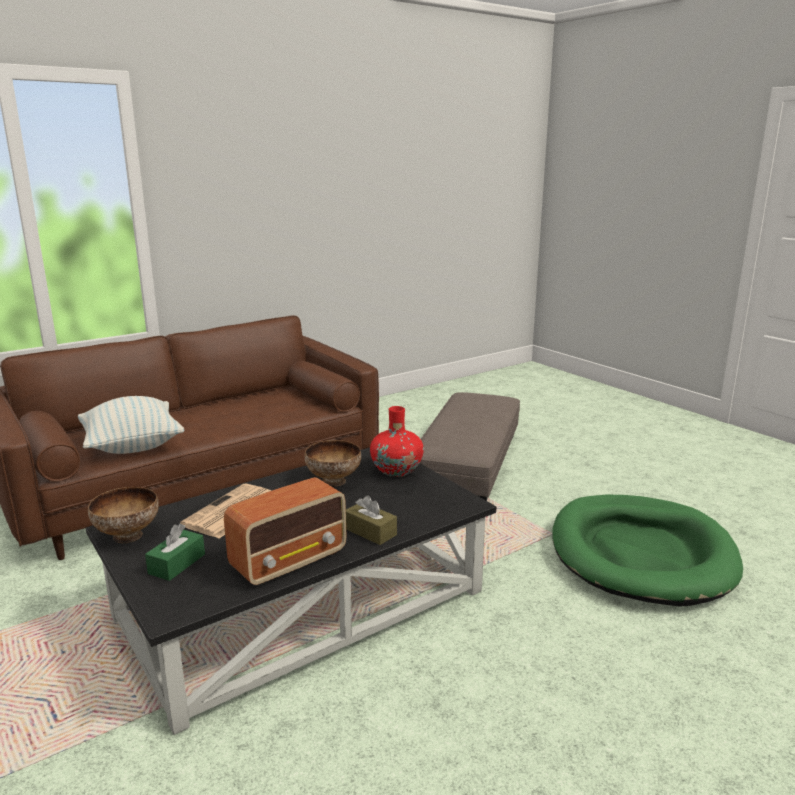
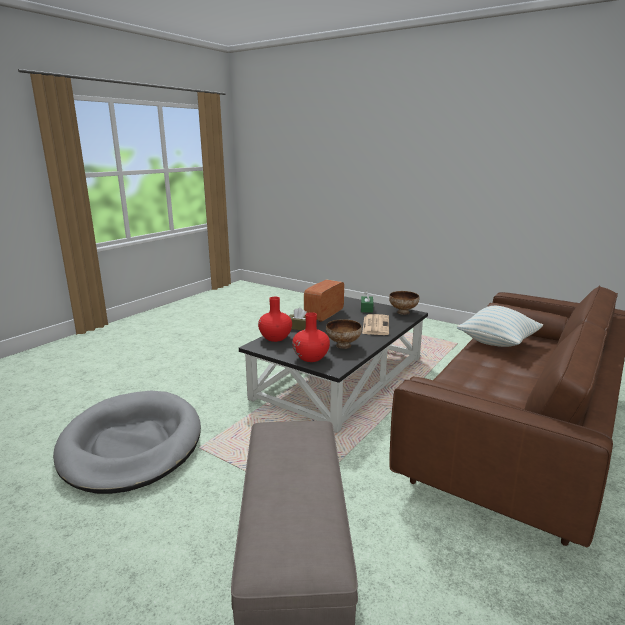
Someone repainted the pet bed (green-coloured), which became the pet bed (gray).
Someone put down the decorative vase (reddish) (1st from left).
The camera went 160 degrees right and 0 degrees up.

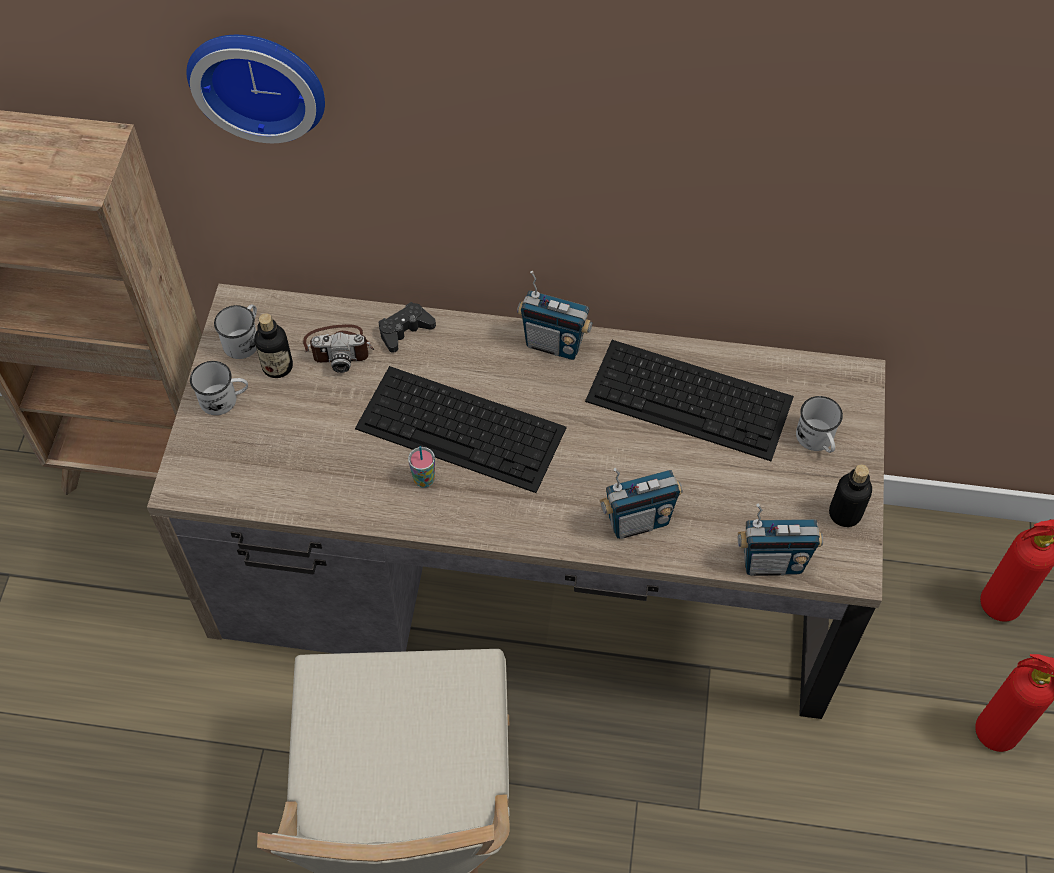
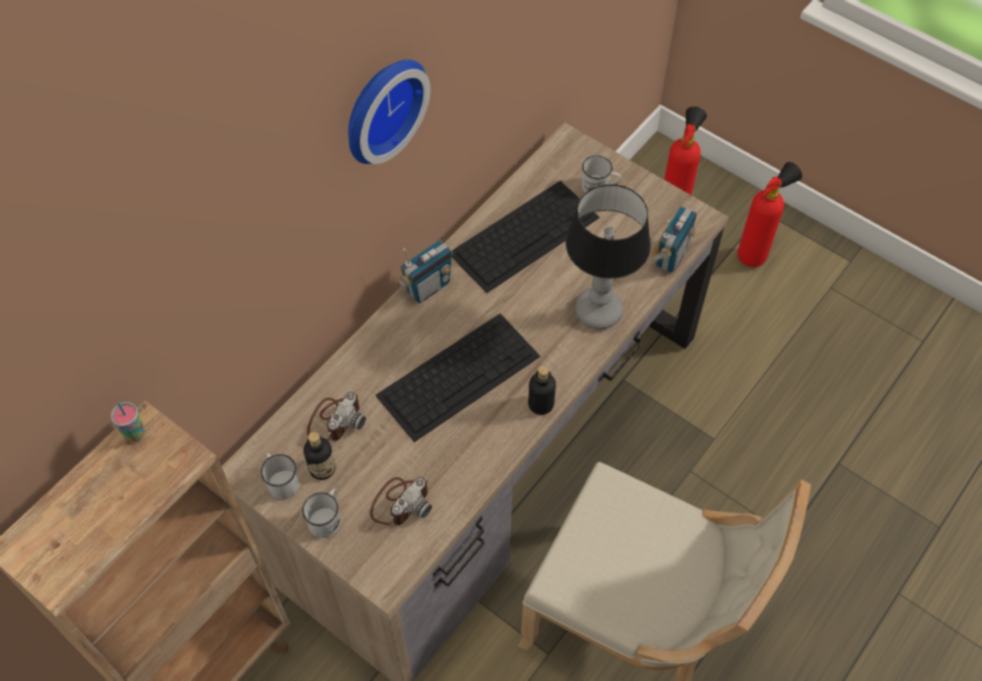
Someone carried the wall clock.
Someone took away the game controller (blackish).
Someone carried the cup.
Someone carried the bottle (2nd from left).
Someone swapped the radio receiver (2nd from left) for the tabletop lamp.
Someone put down the photo camera (2nd from left).
The camera went 60 degrees left and 0 degrees up.

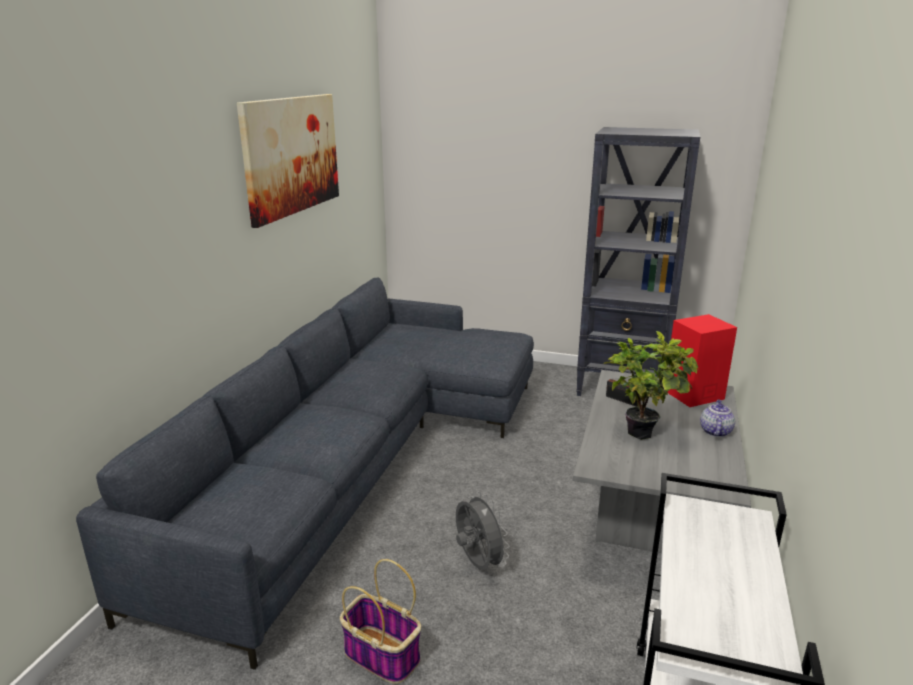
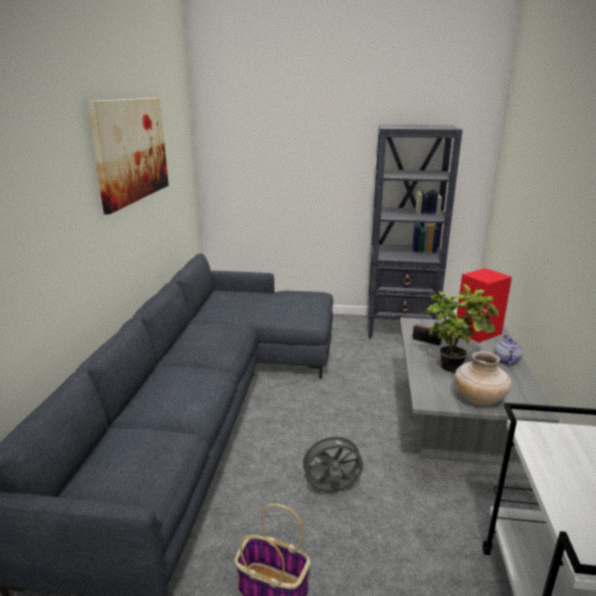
Someone rotated the fan (gray) by 60 degrees counterclockwise.
Someone put down the decorative vase (beige-coloured).
The camera went 10 degrees left and 0 degrees up.

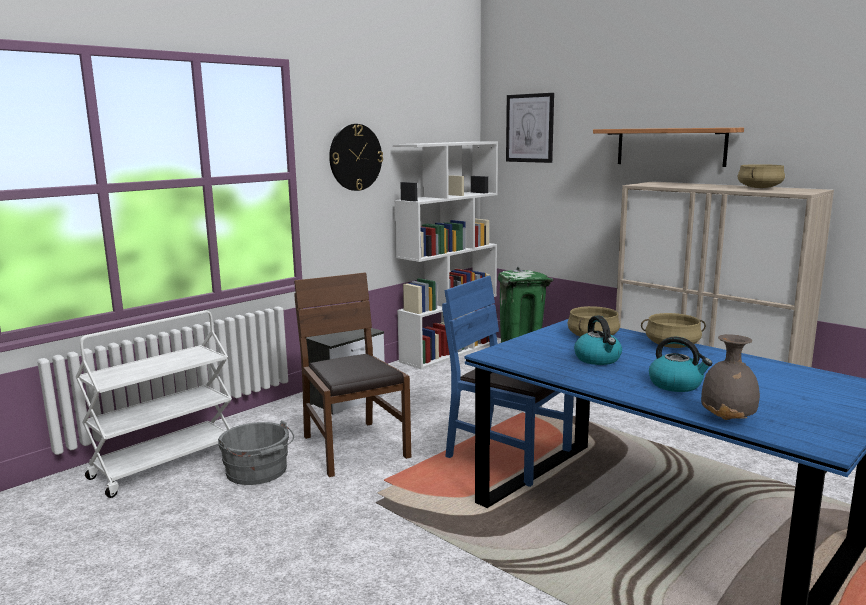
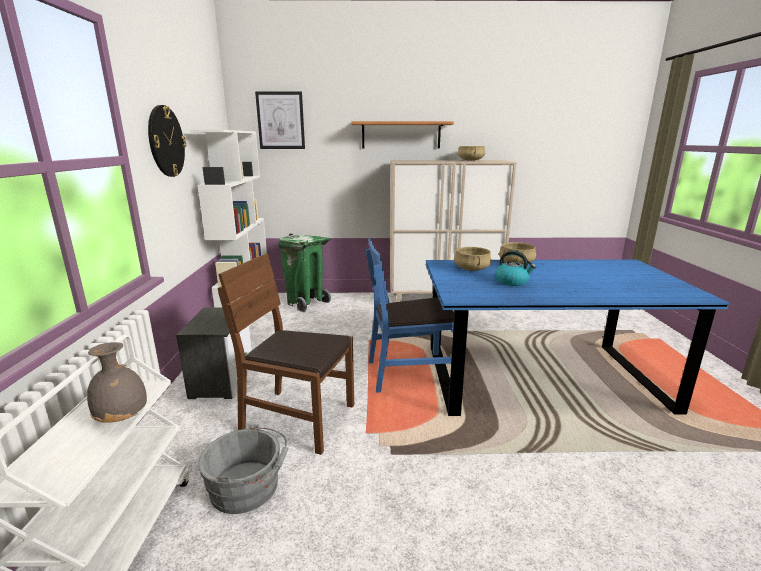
Someone carried the decorative vase (gray).
Someone took away the tea kettle (2nd from left).
The camera went 45 degrees left and 5 degrees up.

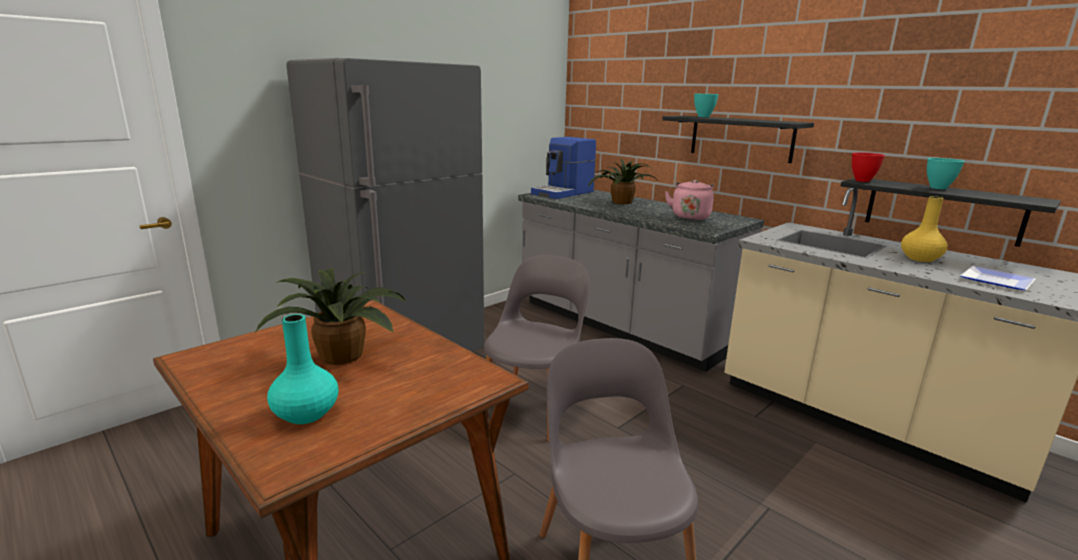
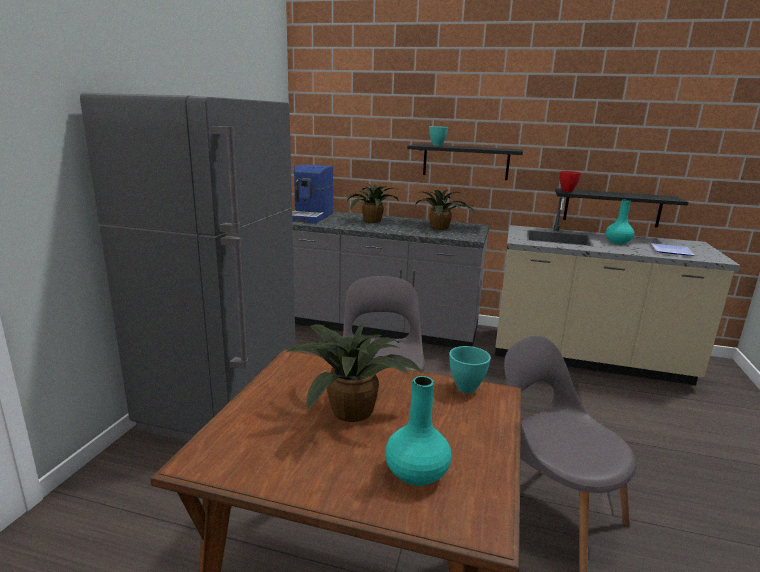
Someone carried the serving bowl (turquoise-coloured) (2nd from left).
Someone swapped the tea kettle (pink) for the plant in a pot (3rd from left).
Someone repainted the decorative vase (yellow-coloured), which became the decorative vase (turquoise-coloured) (2nd from left).
The camera went 30 degrees left and 0 degrees up.

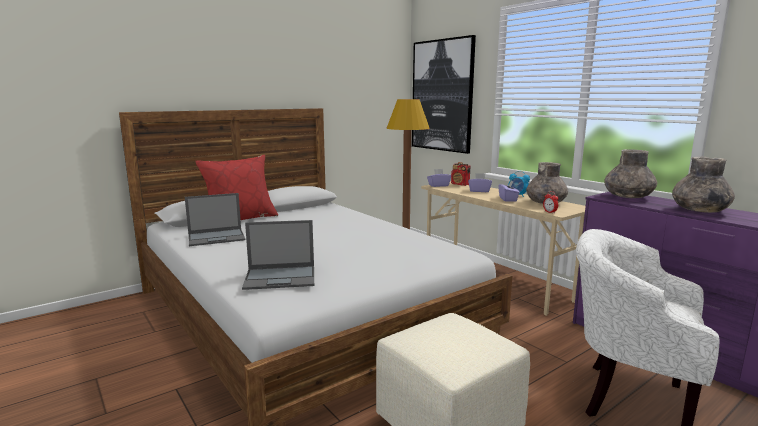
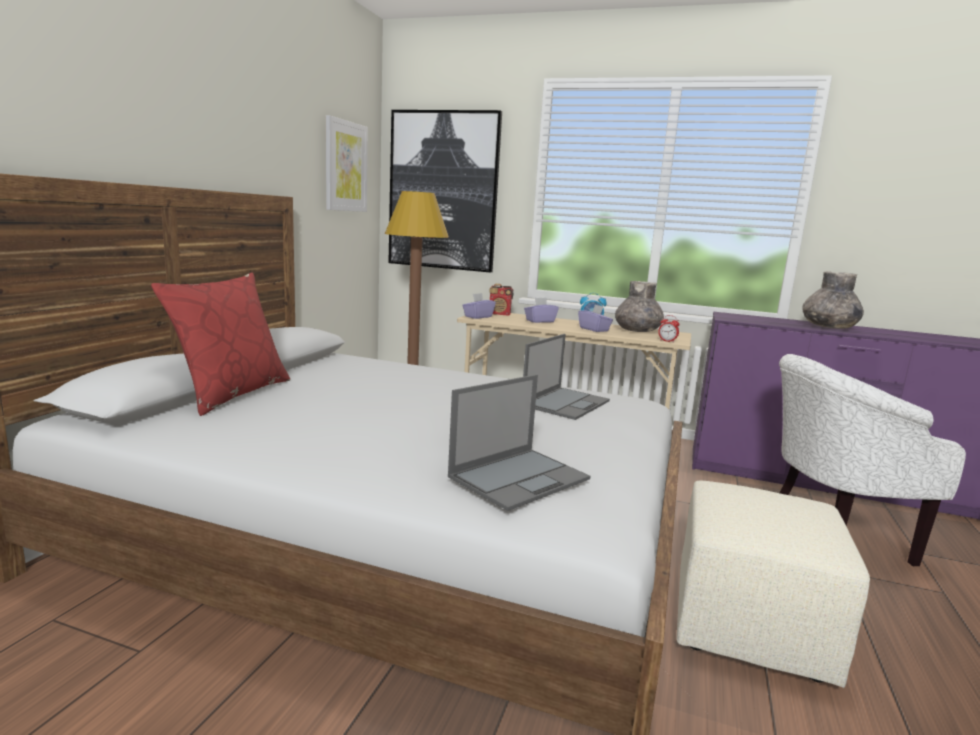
Someone took away the decorative vase (gray) (2nd from left).
Someone carried the laptop (1st from left in the first image).
Someone put up the wall picture (1st from left).
The camera went 35 degrees left and 0 degrees up.

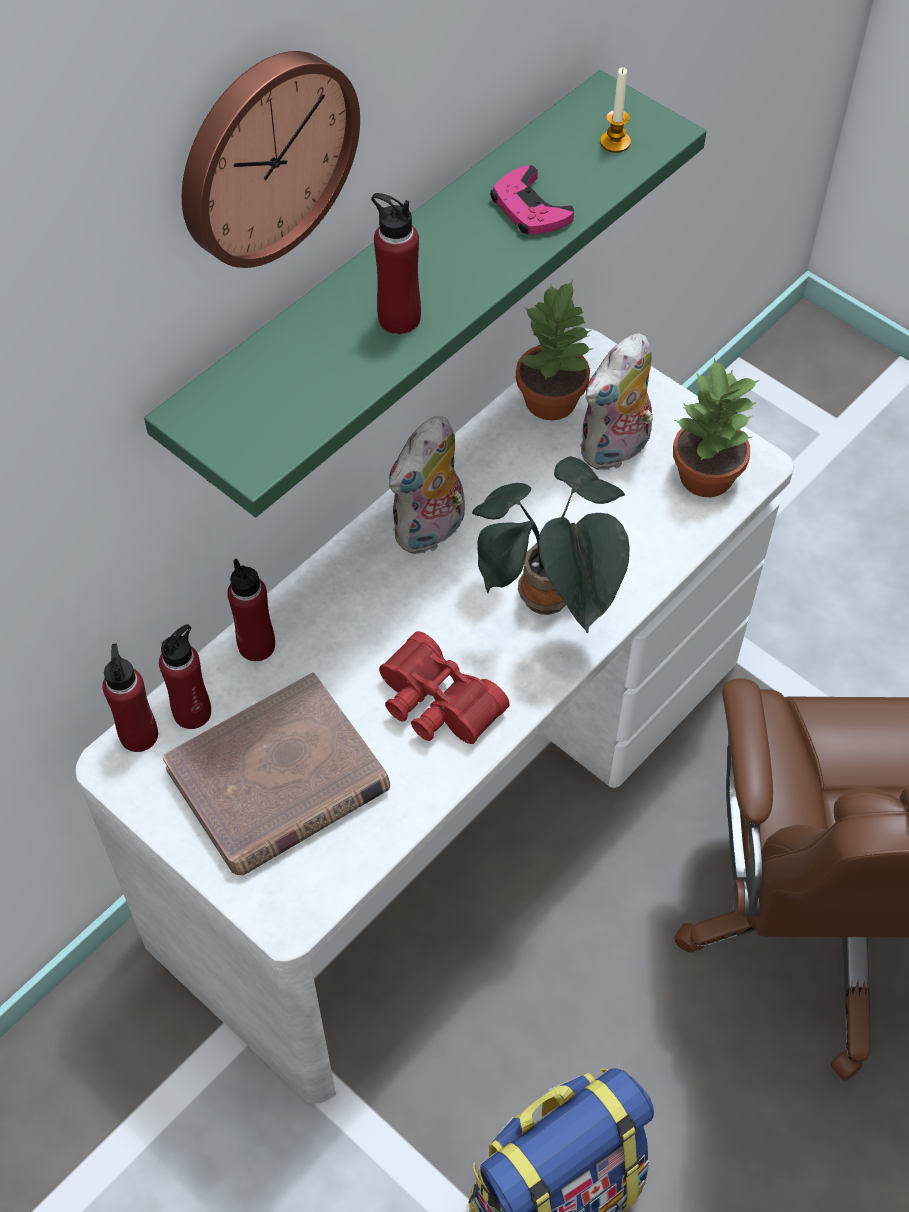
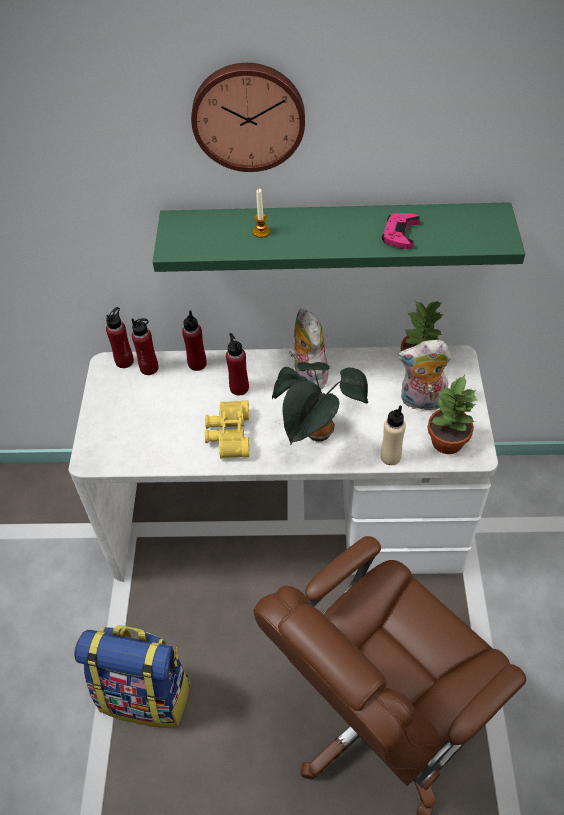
Someone carried the wax light.
Someone carried the bottle (reddish) (4th from left).
Someone rotated the soft toy (1st from left) by 75 degrees clockwise.
Someone repainted the pair of binoculars (reddish), which became the pair of binoculars (yellow-coloured).
Someone took away the volume (brown-coloured).
Someone put down the bottle (beige-coloured).
The camera went 50 degrees right and 5 degrees down.

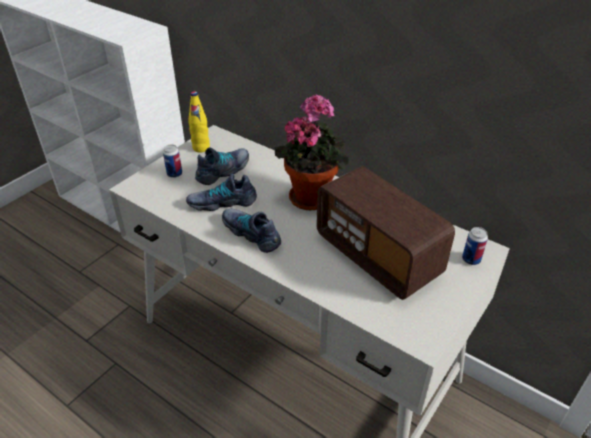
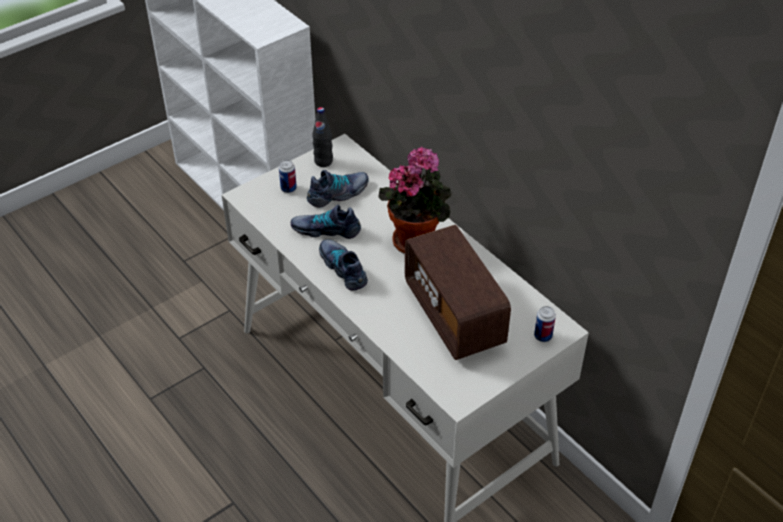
Someone repainted the bottle (yellow-coloured), which became the bottle (blackish).
The camera went 15 degrees right and 5 degrees up.

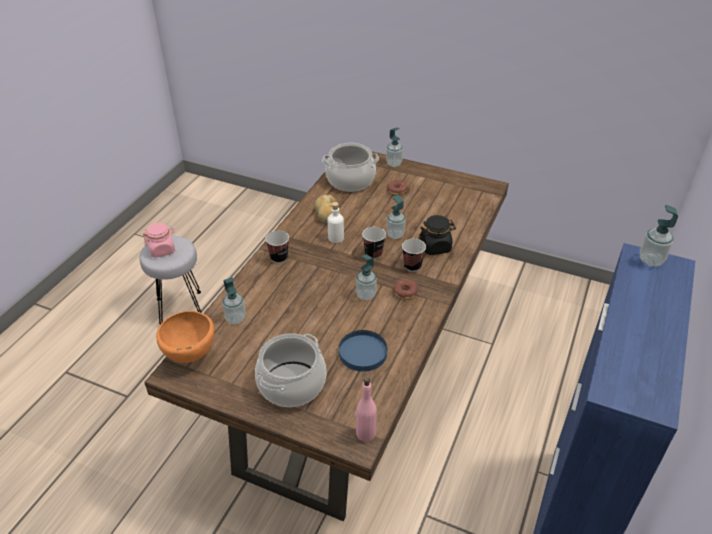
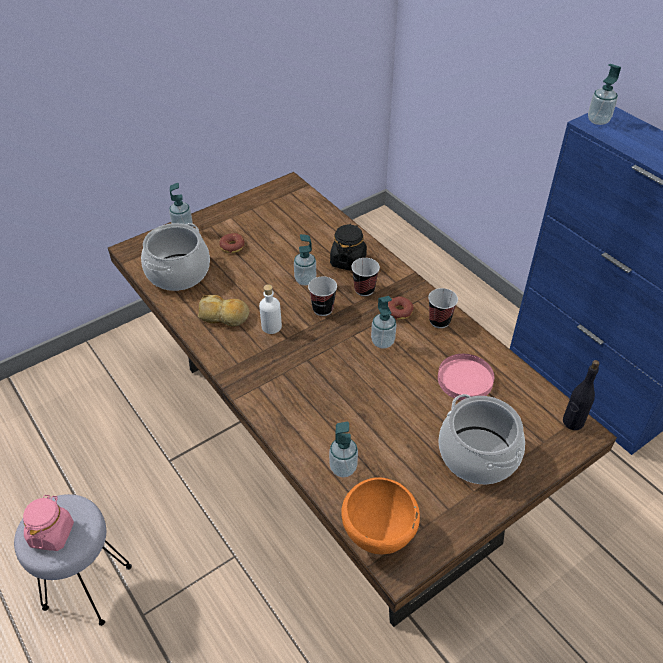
Someone carried the cup (1st from left in the first image).
Someone repainted the plate (blue-coloured), which became the plate (pink).
Someone repainted the bottle (pink), which became the bottle (blackish).
The camera went 60 degrees left and 5 degrees up.

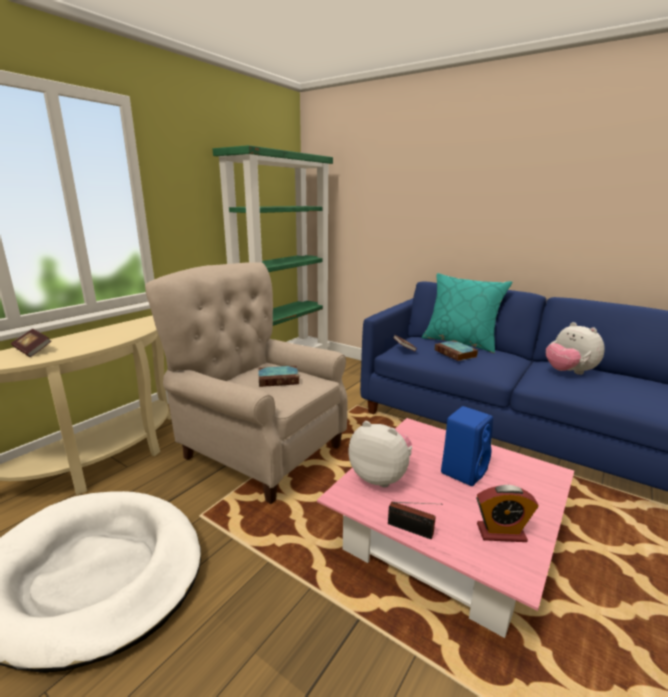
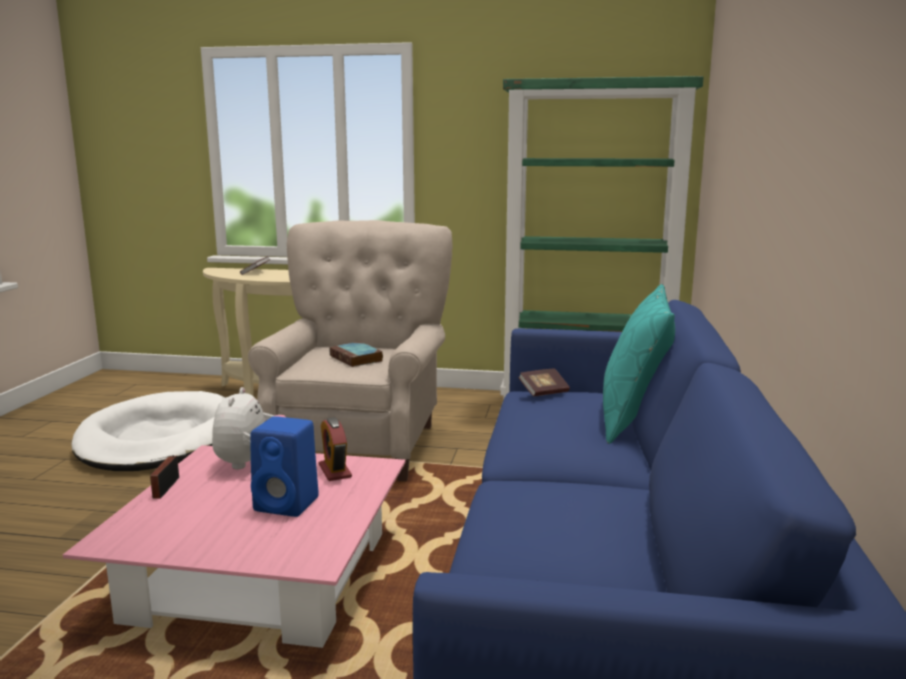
Someone took away the soft toy (2nd from left).
Someone took away the volume (4th from left).
Someone carried the bedside clock.
The camera went 65 degrees right and 5 degrees down.

